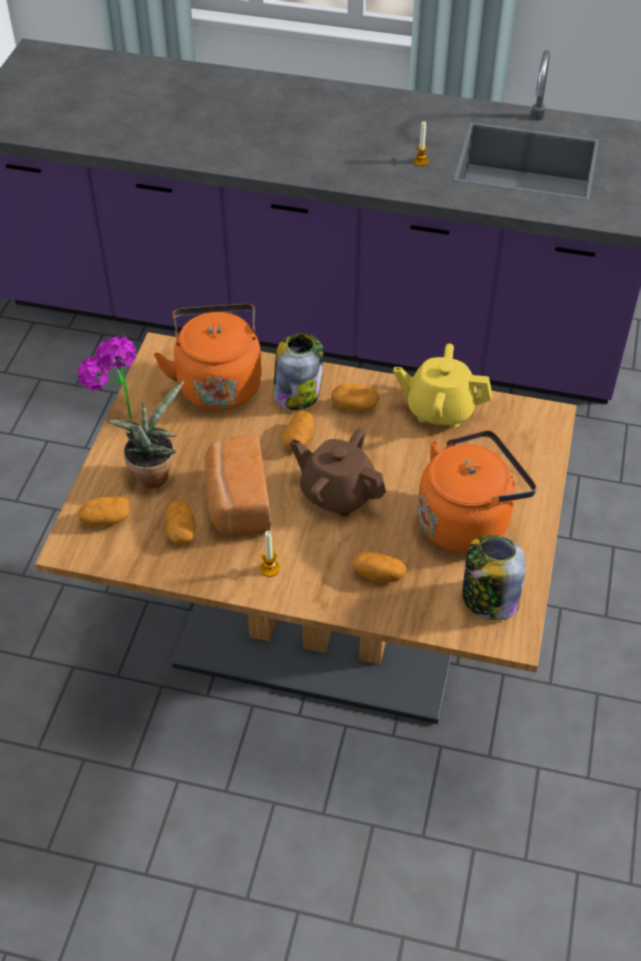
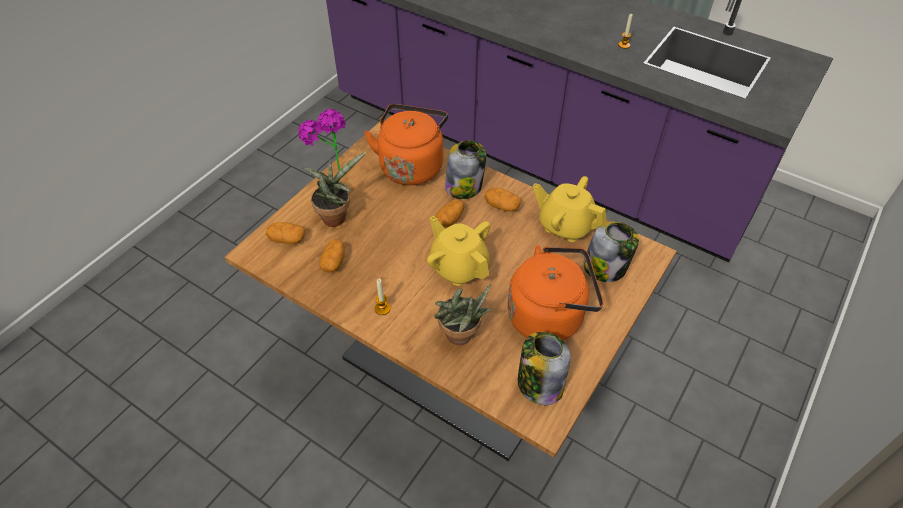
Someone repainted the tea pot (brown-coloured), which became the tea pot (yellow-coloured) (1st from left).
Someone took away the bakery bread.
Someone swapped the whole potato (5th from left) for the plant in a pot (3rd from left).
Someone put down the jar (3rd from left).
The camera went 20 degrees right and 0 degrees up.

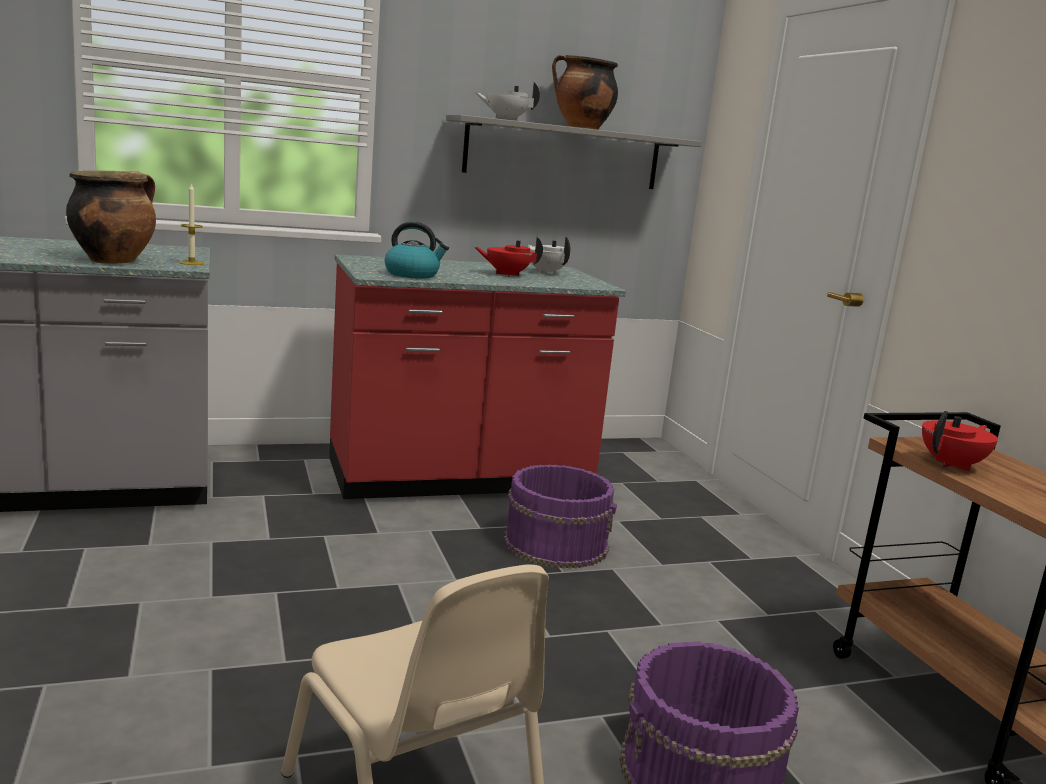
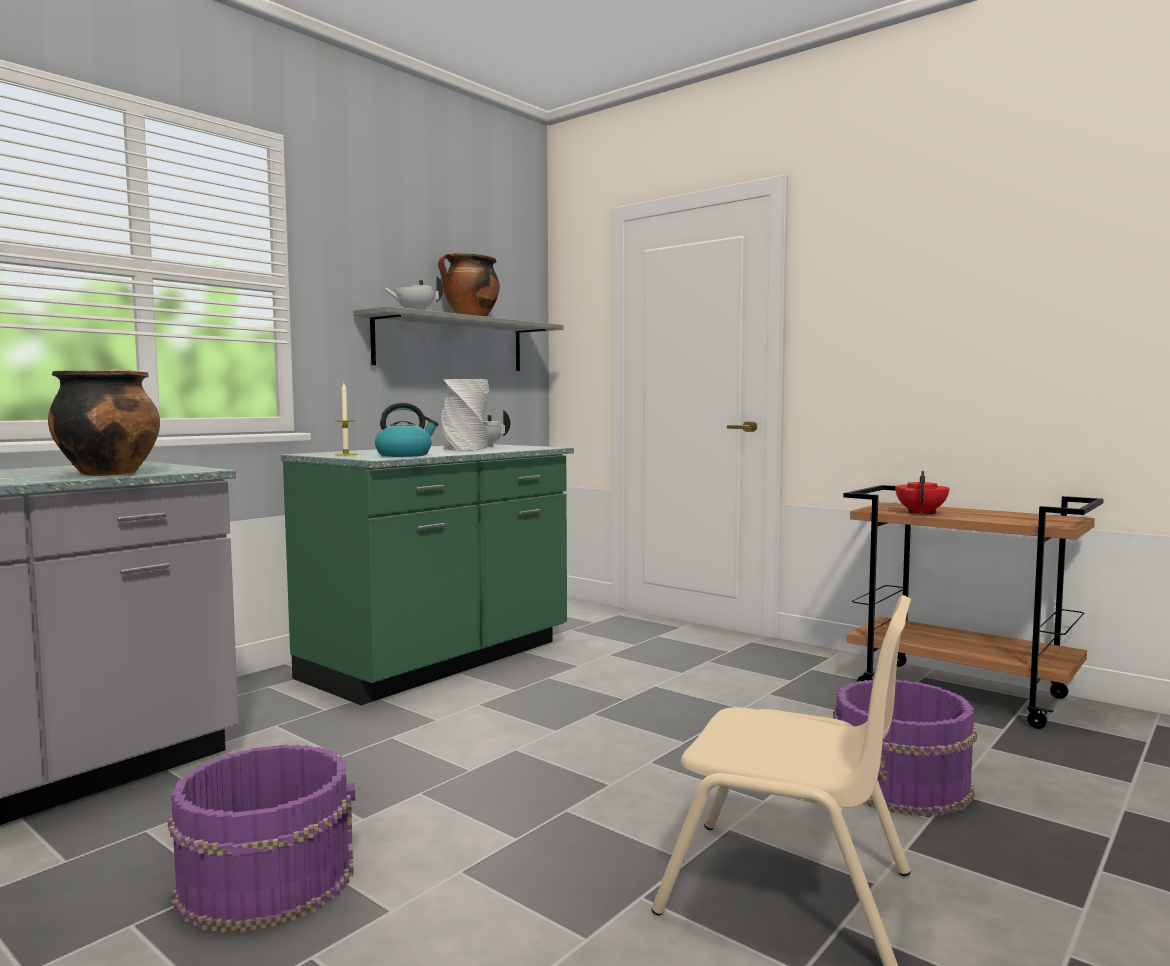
Someone carried the wax light.
Someone swapped the tea pot (reddish) (1st from left) for the decorative vase (gray).
Someone repainted the kitchen base unit (reddish), which became the kitchen base unit (green-coloured).
Someone carried the pail (purplish) (1st from left).
The camera went 30 degrees left and 10 degrees down.

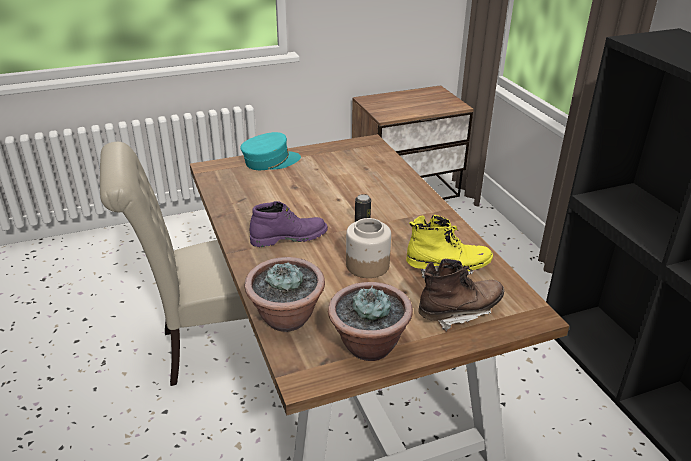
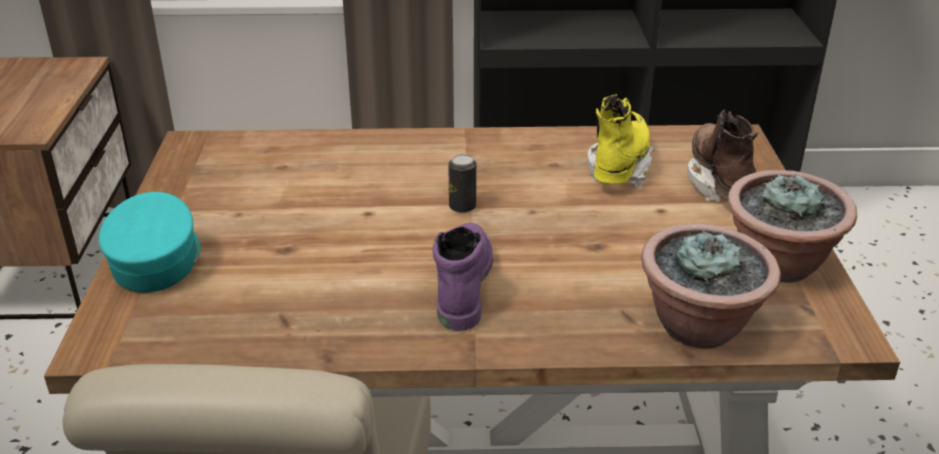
Someone took away the jar.
The camera went 70 degrees left and 0 degrees up.

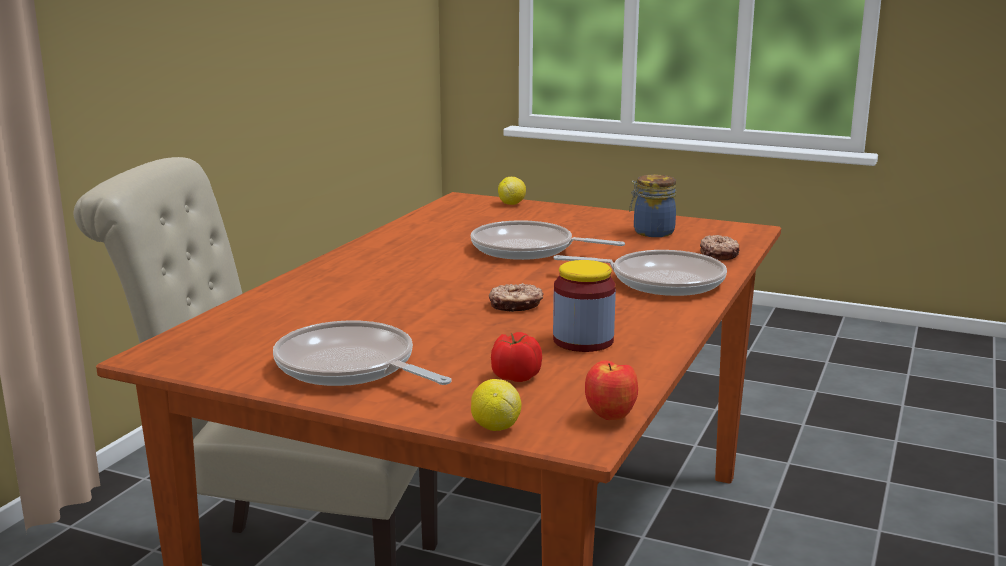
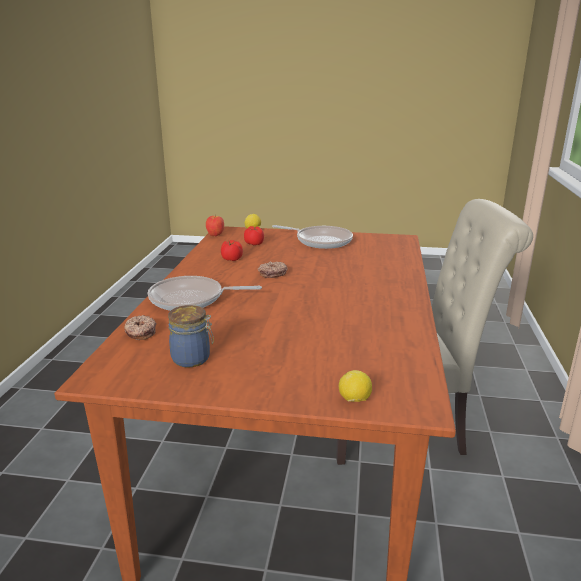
Someone took away the frying pan (2nd from left).
Someone swapped the jar (1st from left) for the tomato (1st from left).
The camera went 165 degrees right and 5 degrees up.

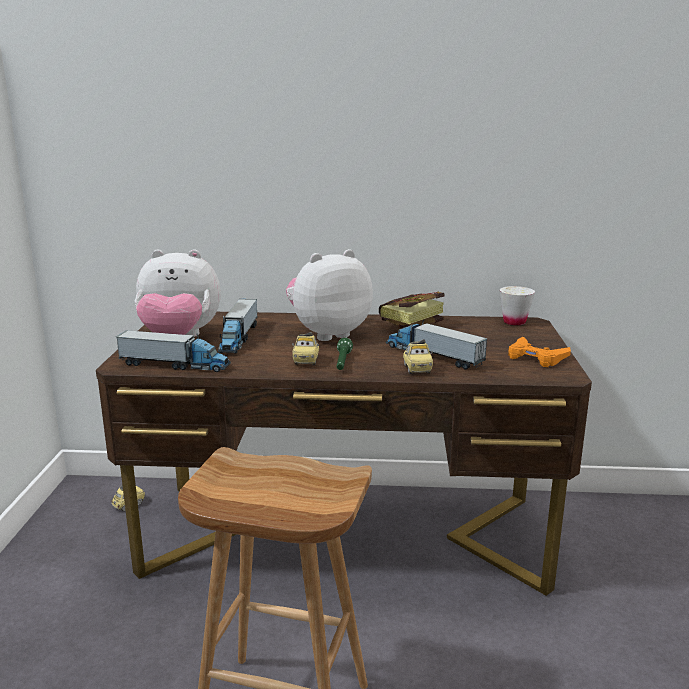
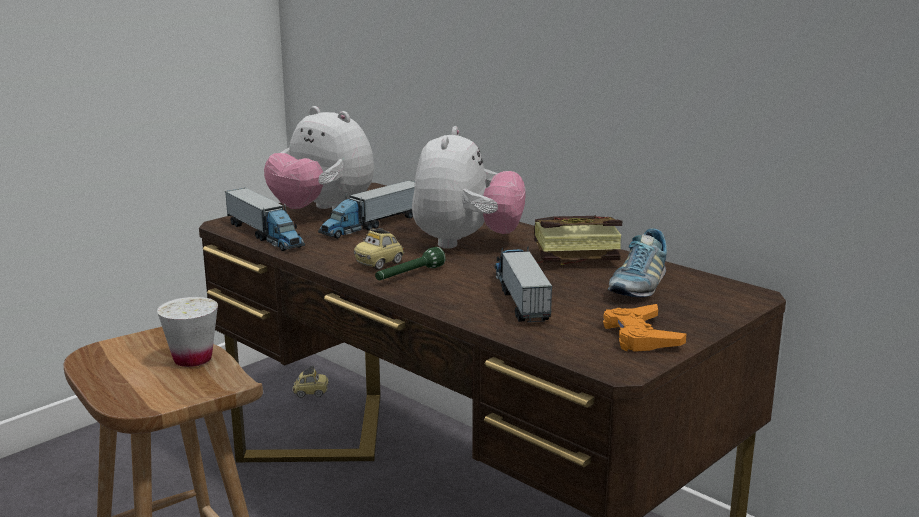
Someone rotated the soft toy (2nd from left) by 90 degrees clockwise.
Someone carried the cup (white-coloured).
Someone took away the miniature car (3rd from left).
Someone put down the low shoe.
The camera went 40 degrees right and 0 degrees up.

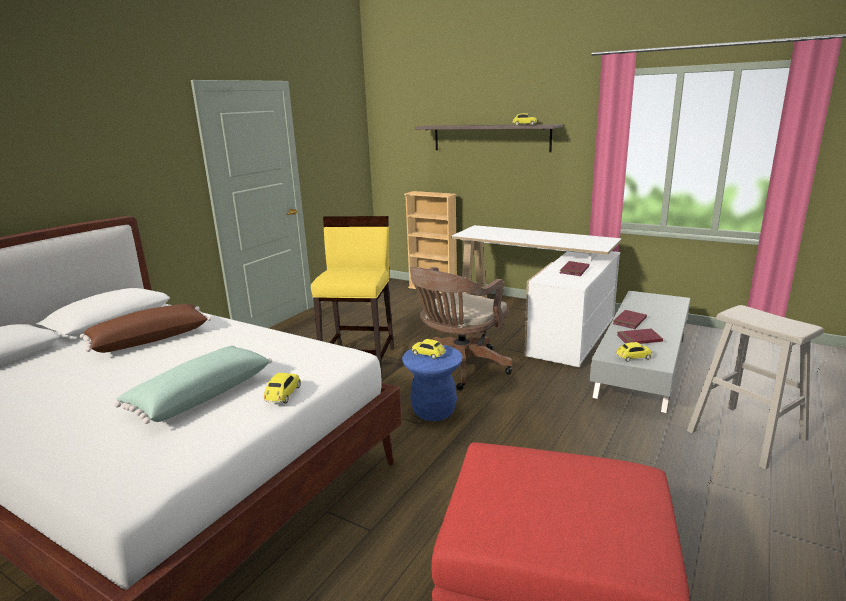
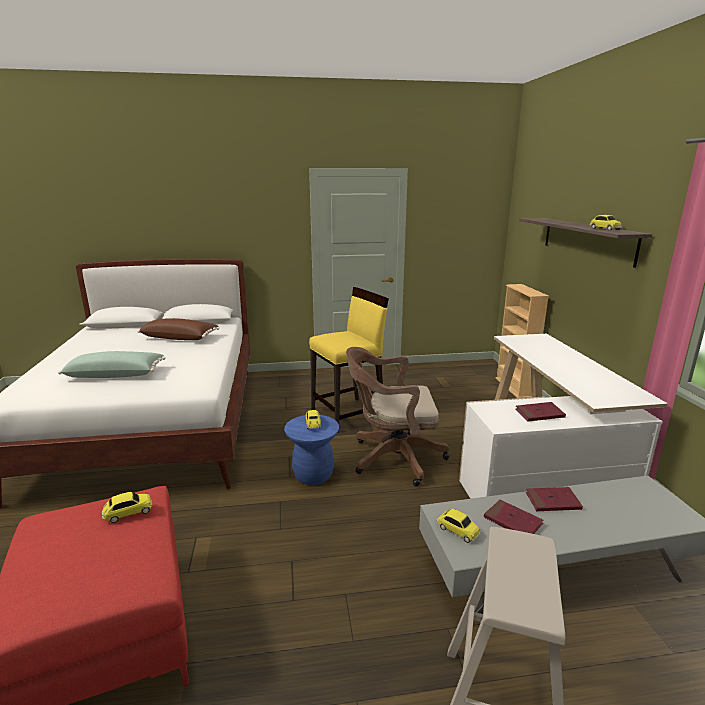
Someone carried the miniature car (1st from left).
The camera went 50 degrees right and 0 degrees up.

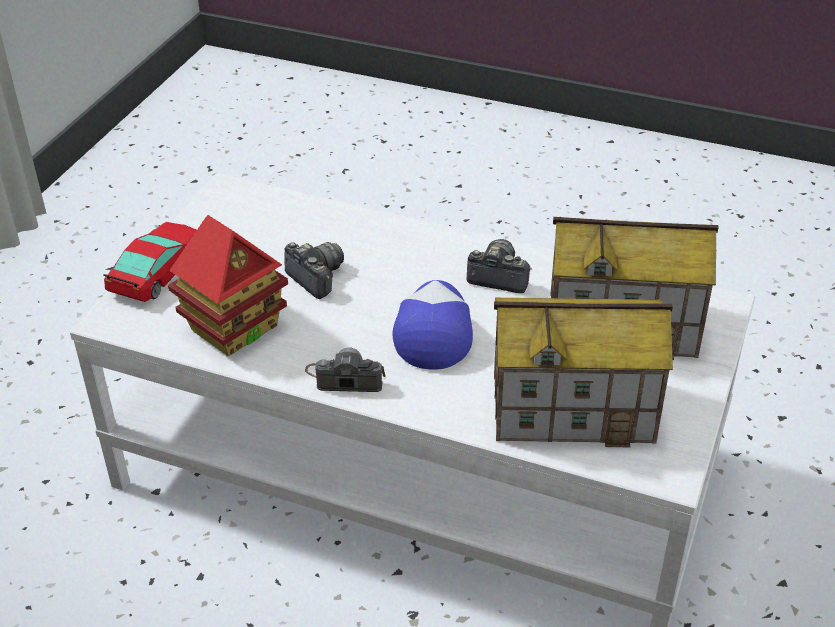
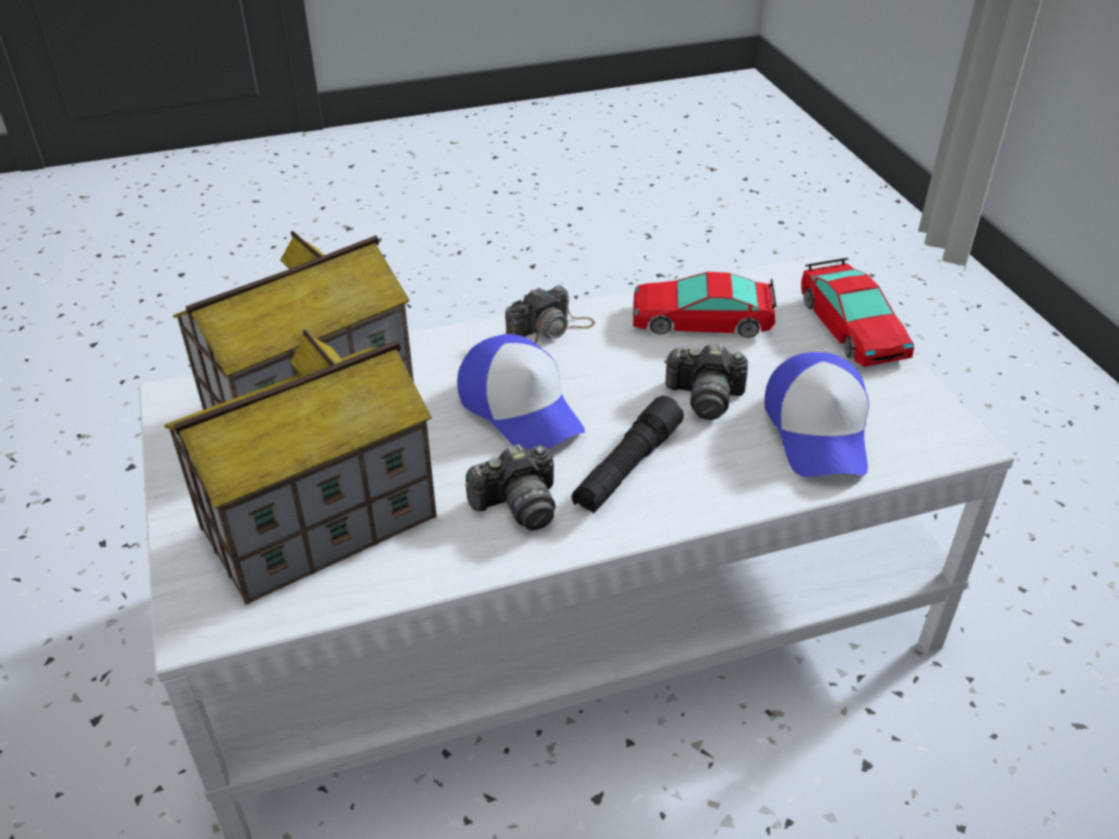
Someone swapped the miniature house (1st from left) for the miniature car (1st from left).
Someone put down the cap (2nd from left).
Someone put down the torch (blackish).
The camera went 140 degrees right and 0 degrees up.

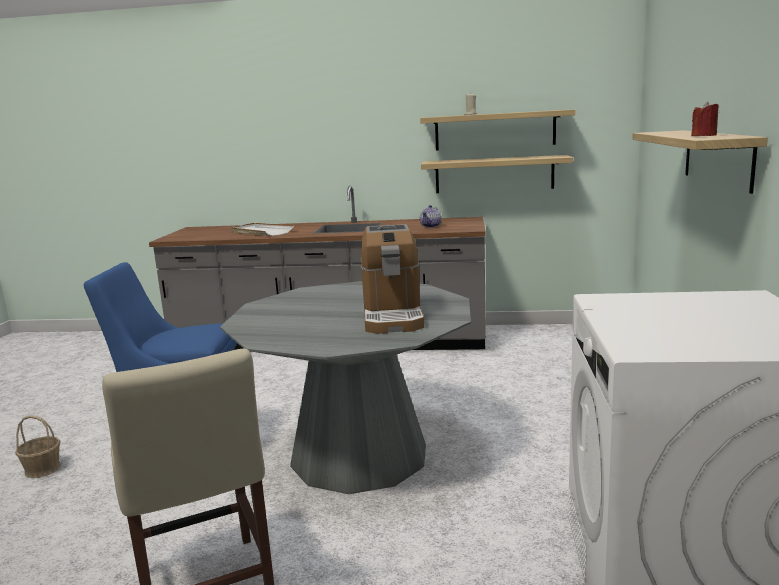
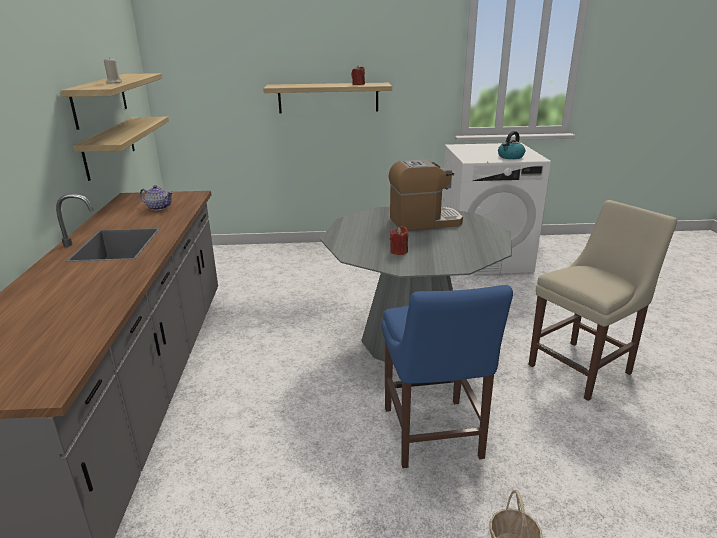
Someone took away the carrying tray (white-coloured).
Someone put down the tea kettle.
Someone put down the wax light (reddish) (2nd from left).
The camera went 100 degrees left and 10 degrees up.

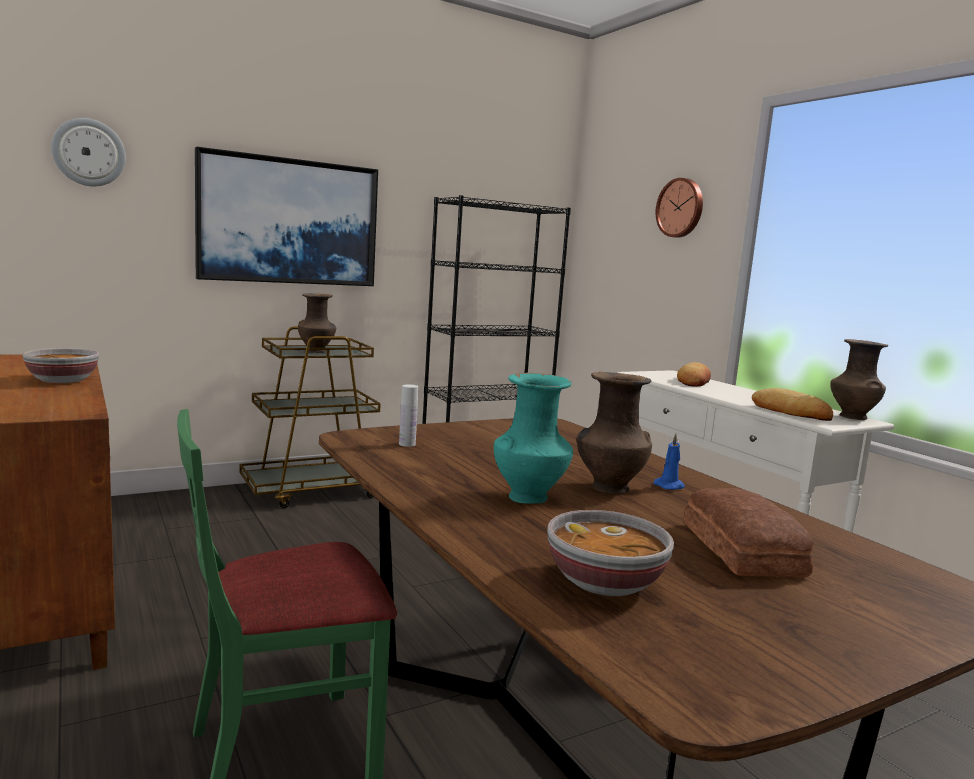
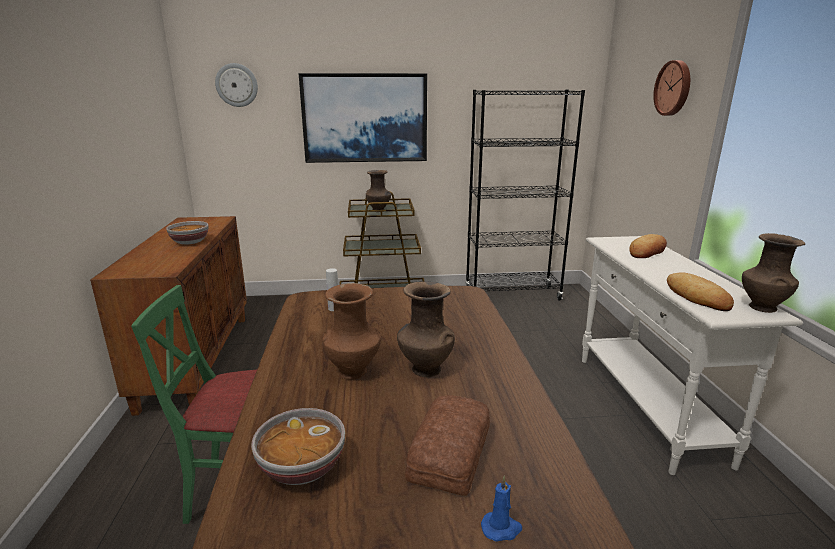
Someone repainted the decorative vase (turquoise-coloured), which became the decorative vase (brown-coloured) (1st from left).
Someone carried the wax light (blue-coloured).
The camera went 25 degrees right and 10 degrees up.

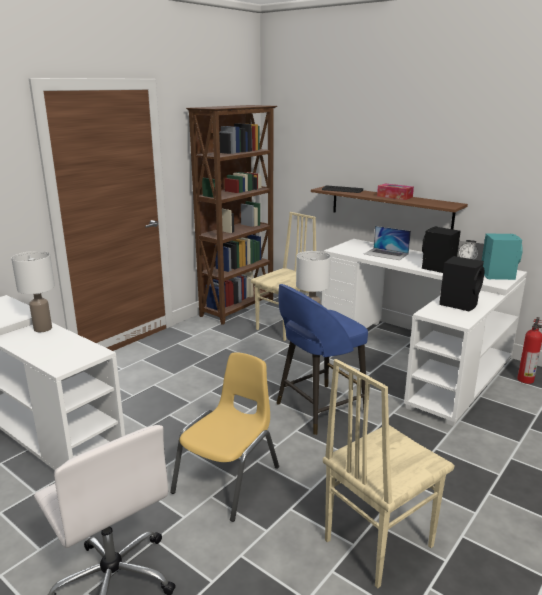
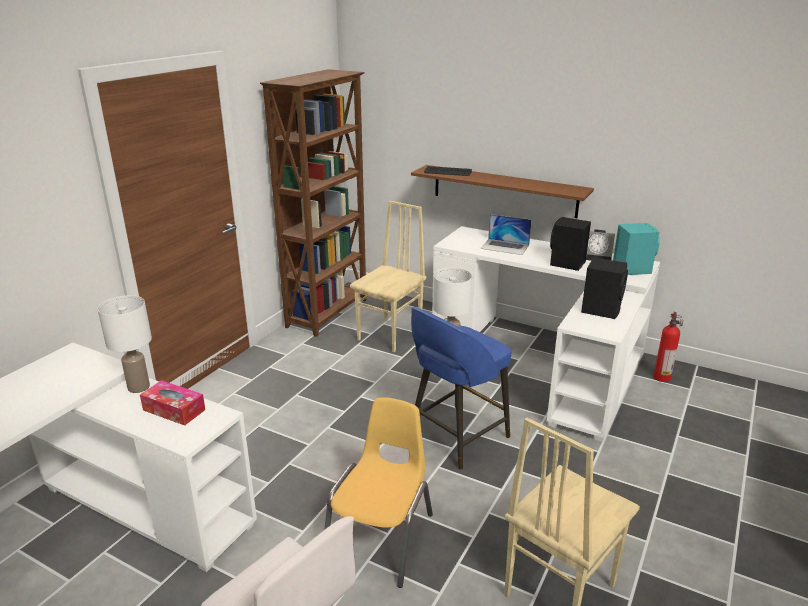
Someone carried the box of tissues.
The camera went 10 degrees left and 5 degrees up.

